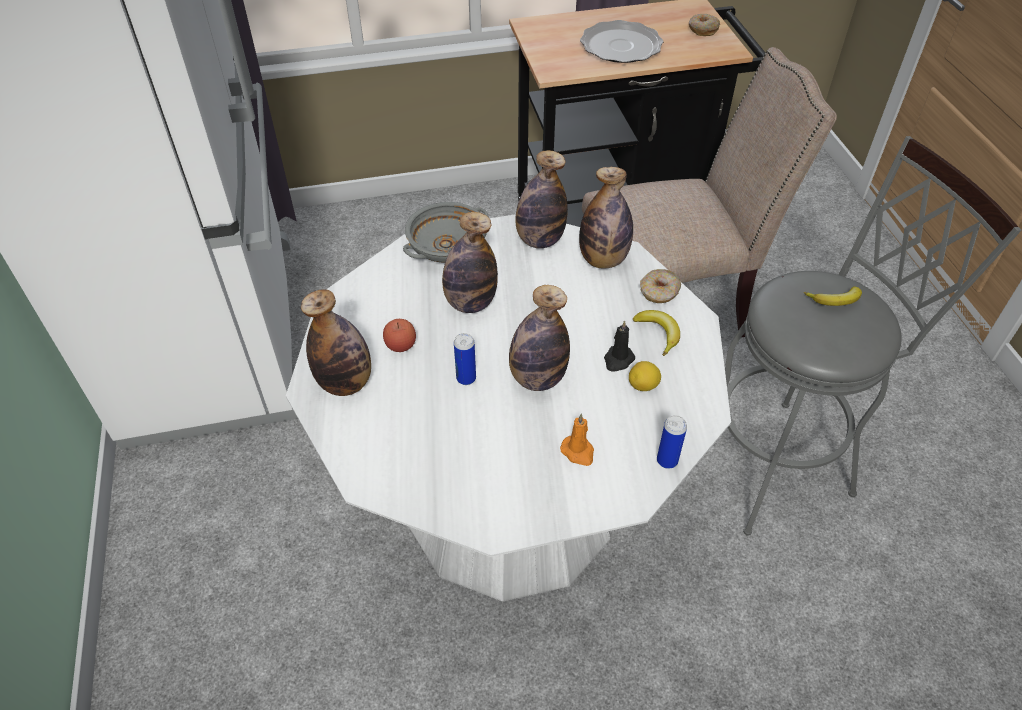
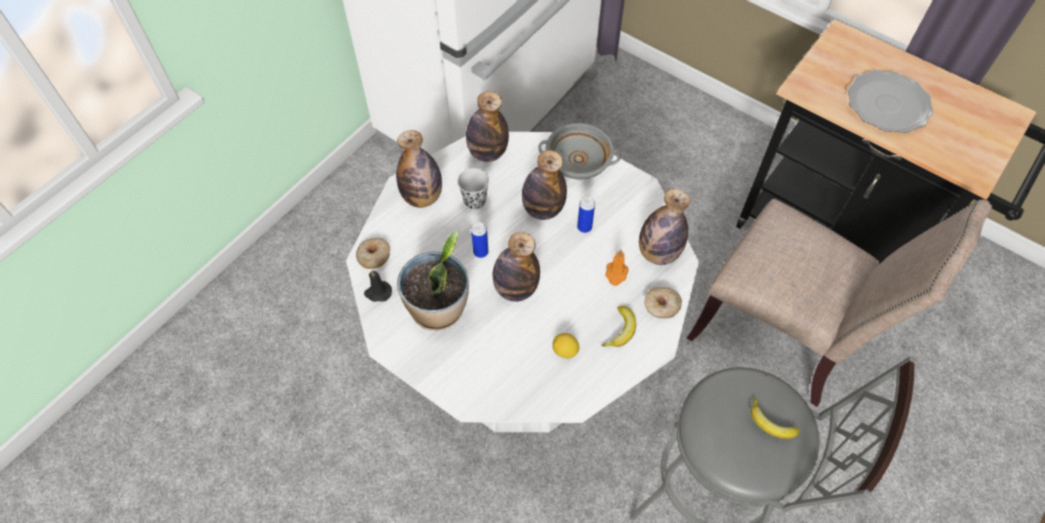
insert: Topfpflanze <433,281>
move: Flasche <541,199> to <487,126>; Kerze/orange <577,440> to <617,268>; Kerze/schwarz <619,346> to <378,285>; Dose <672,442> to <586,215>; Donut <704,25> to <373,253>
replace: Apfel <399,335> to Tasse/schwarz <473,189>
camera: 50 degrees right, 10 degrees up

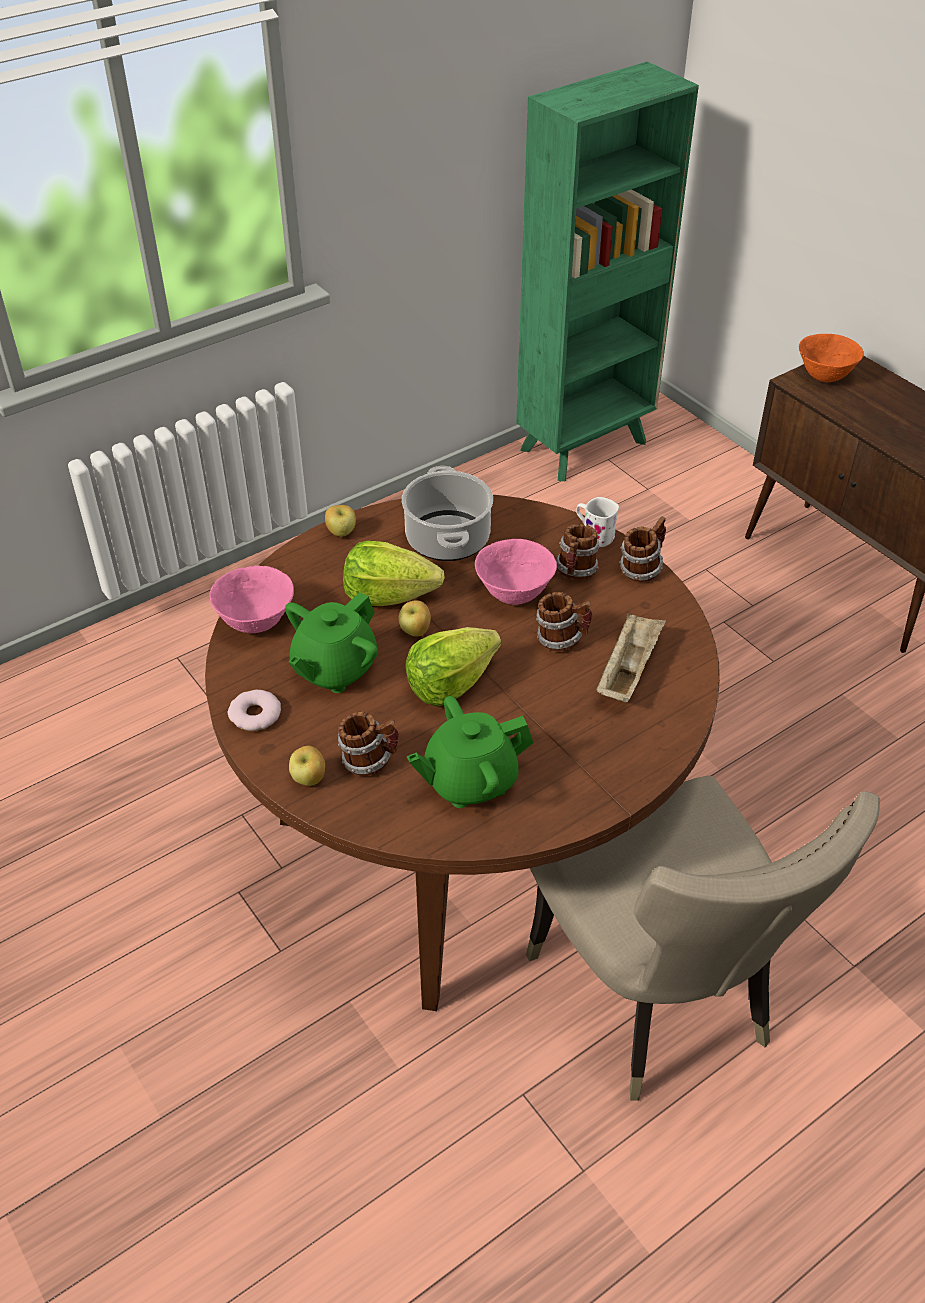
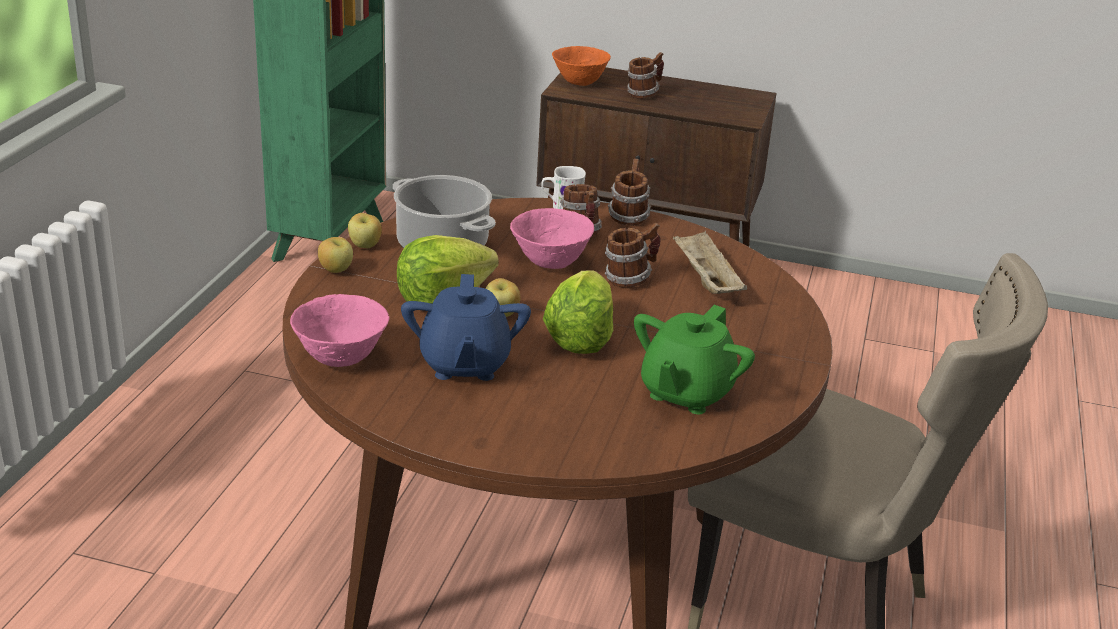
delete: Donut <254,710>
move: Apfel <307,766> to <365,230>; Henkelbecher <368,744> to <645,75>
recolor: Teekanne/grün <331,642> to Teekanne/blau <466,327>
camera: 40 degrees left, 15 degrees down

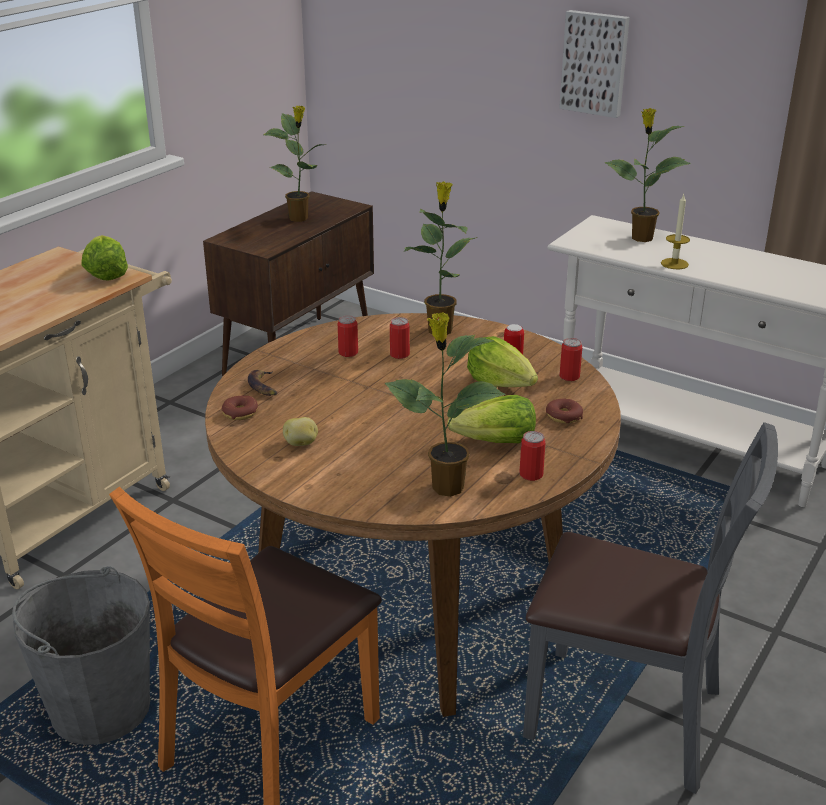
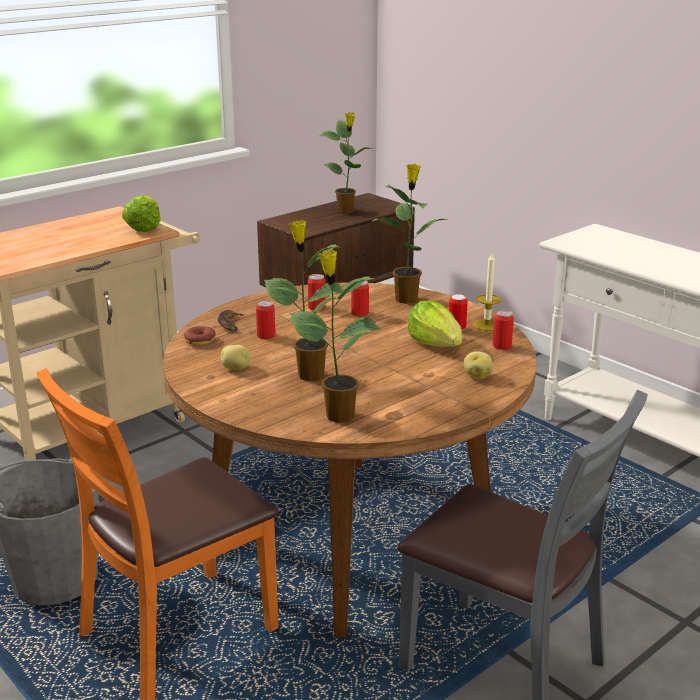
delete: Salatkopf <491,419>; Bild <594,64>
move: Dose <532,456> to <266,319>; Topfpflanze <647,175> to <303,300>; Kerze <675,232> to <487,292>
replace: Donut <564,411> to Kartoffel <478,365>
camera: 15 degrees right, 5 degrees down

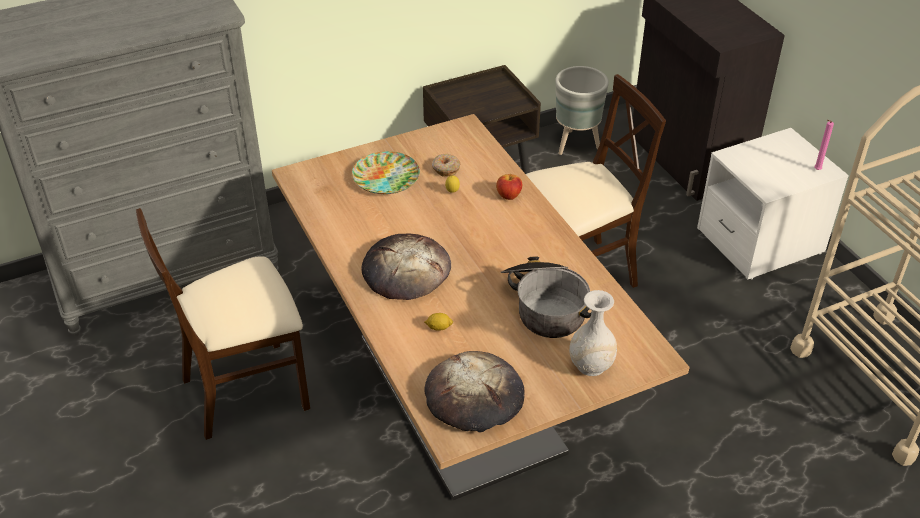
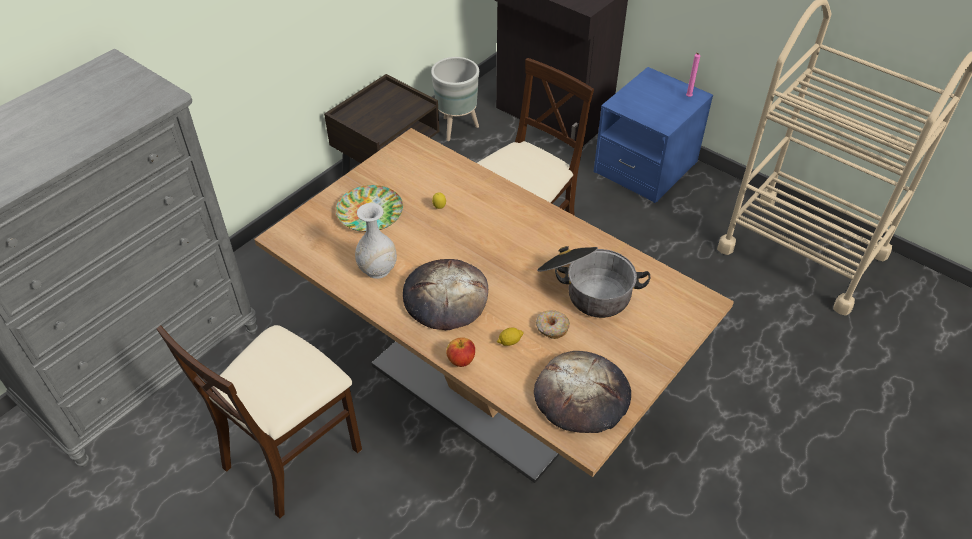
move: Donut <446,165> to <553,324>; Apfel <509,187> to <460,352>; Vase/weiß <593,333> to <376,241>
recolor: Nachttisch/weiß <773,204> to Nachttisch/blau <653,135>
camera: 25 degrees left, 5 degrees up

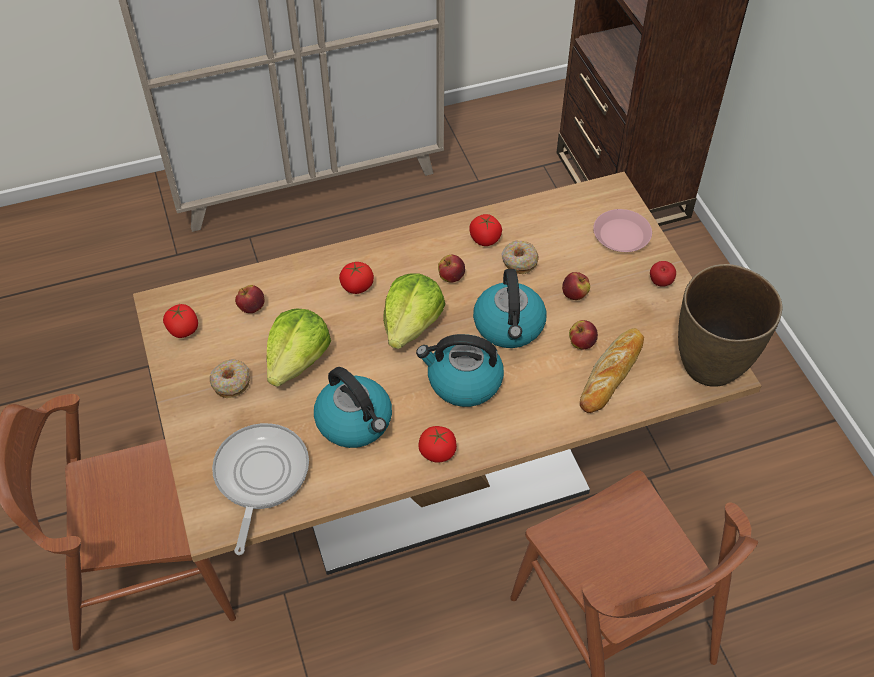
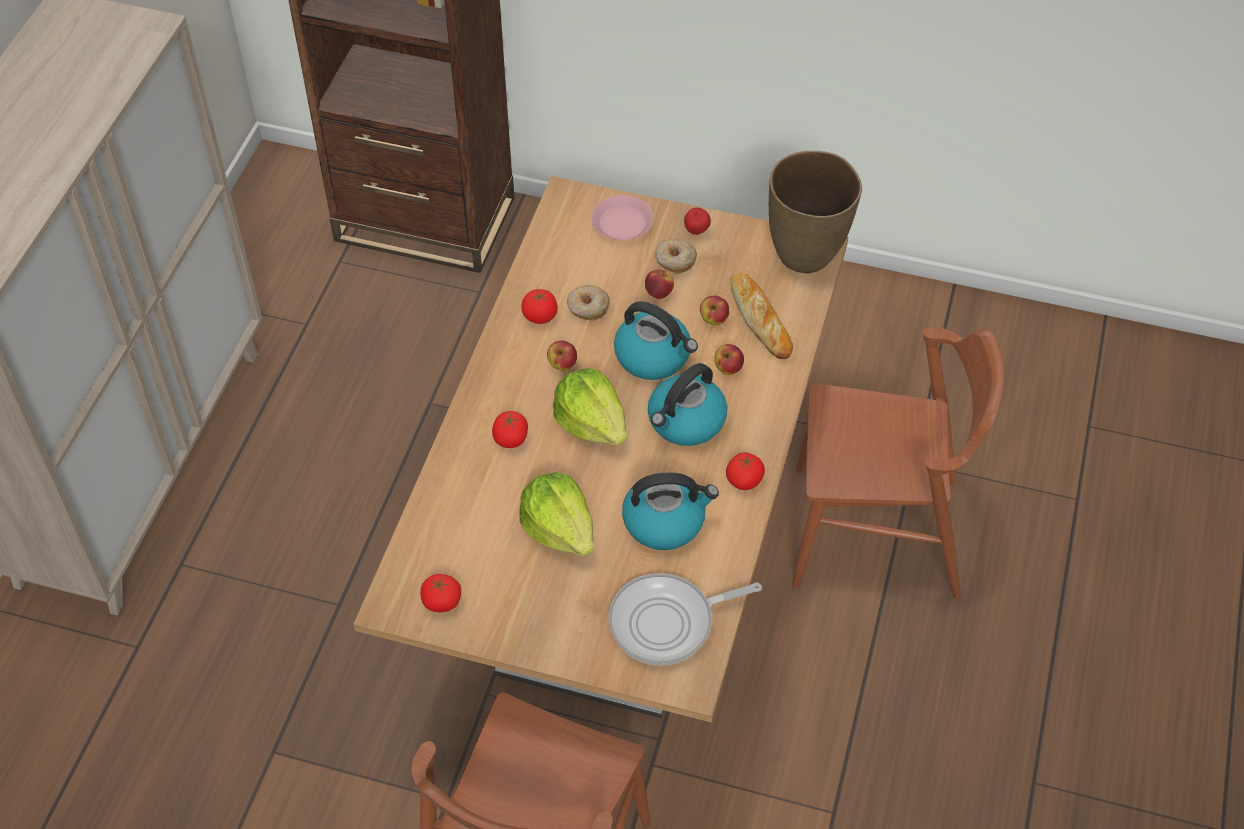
move: Donut <230,378> to <676,256>; Apfel <249,299> to <729,359>
rotate: Pfanne <260,489> = <685,619> 60 degrees counterclockwise
camera: 55 degrees left, 0 degrees up

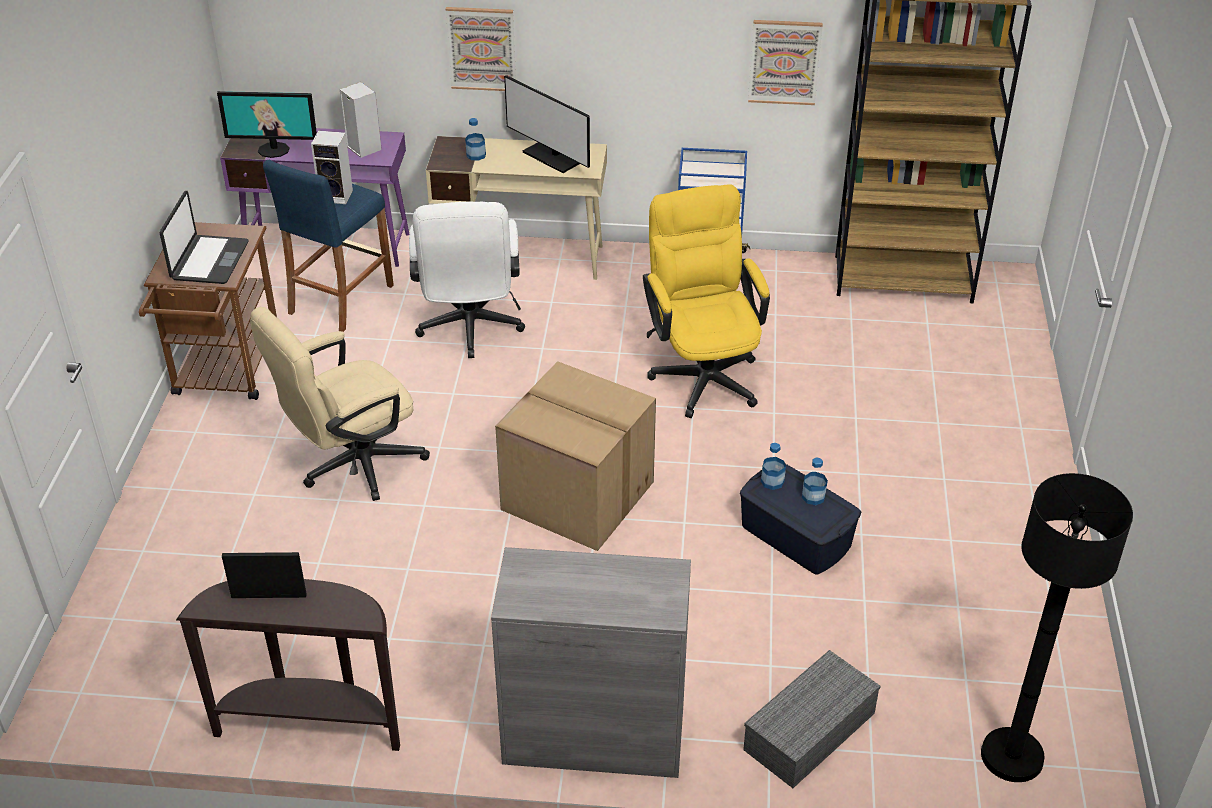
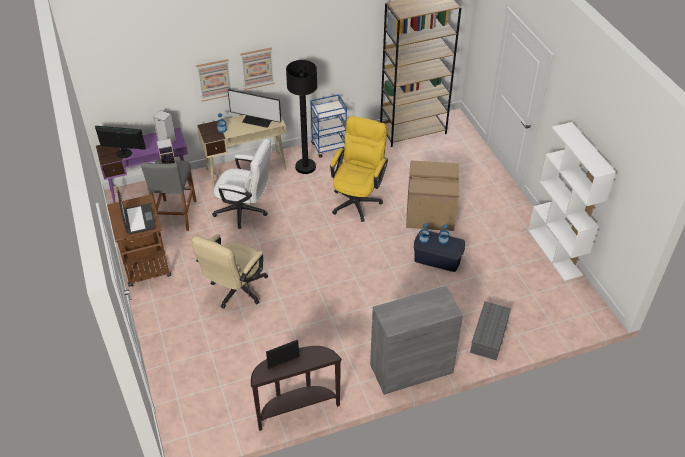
insert: Bücherregal/weiß <572,201>
move: Karton <575,456> to <432,196>; Bild <785,62> to <257,69>; Stehlampe/schwarz <1057,627> to <301,117>
recolor: Hocker/blau <328,246> to Hocker/grau <168,195>
rotate: Monitor <267,124> = <120,142> 150 degrees counterclockwise; Bürostuhl/weiß <467,280> = <242,184> 45 degrees counterclockwise; Bürostuhl/gelb <706,301> = <359,169> 60 degrees clockwise
camera: 25 degrees left, 5 degrees up

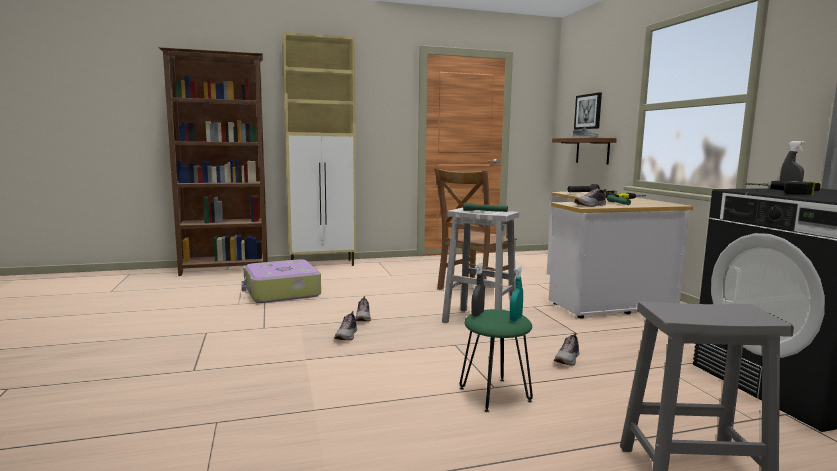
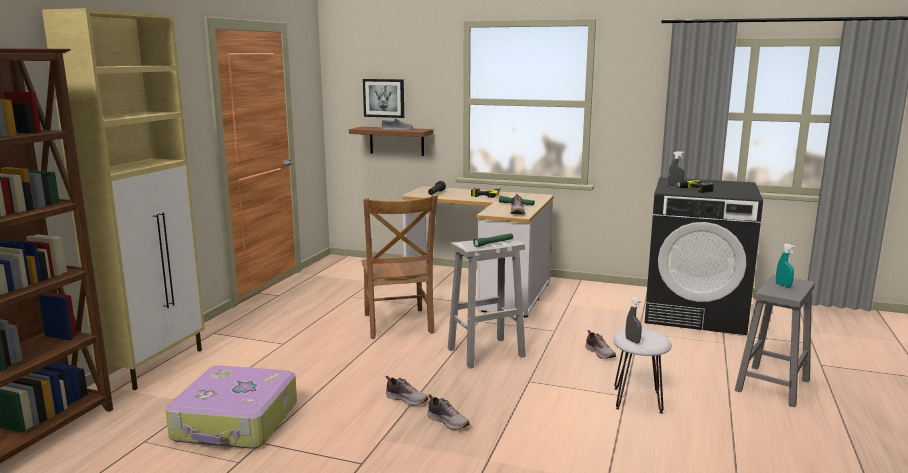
move: Sprühflasche/türkis <516,293> to <785,265>
recolor: Hocker/grün <496,360> to Hocker/weiß <642,371>
camera: 55 degrees left, 5 degrees up

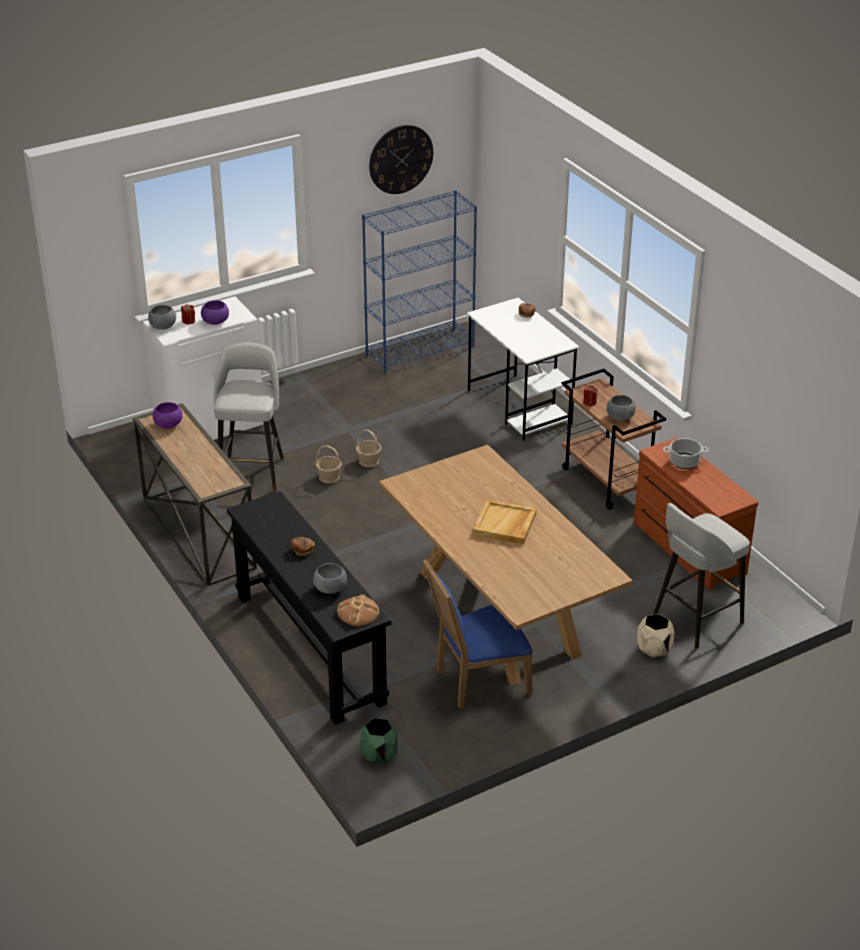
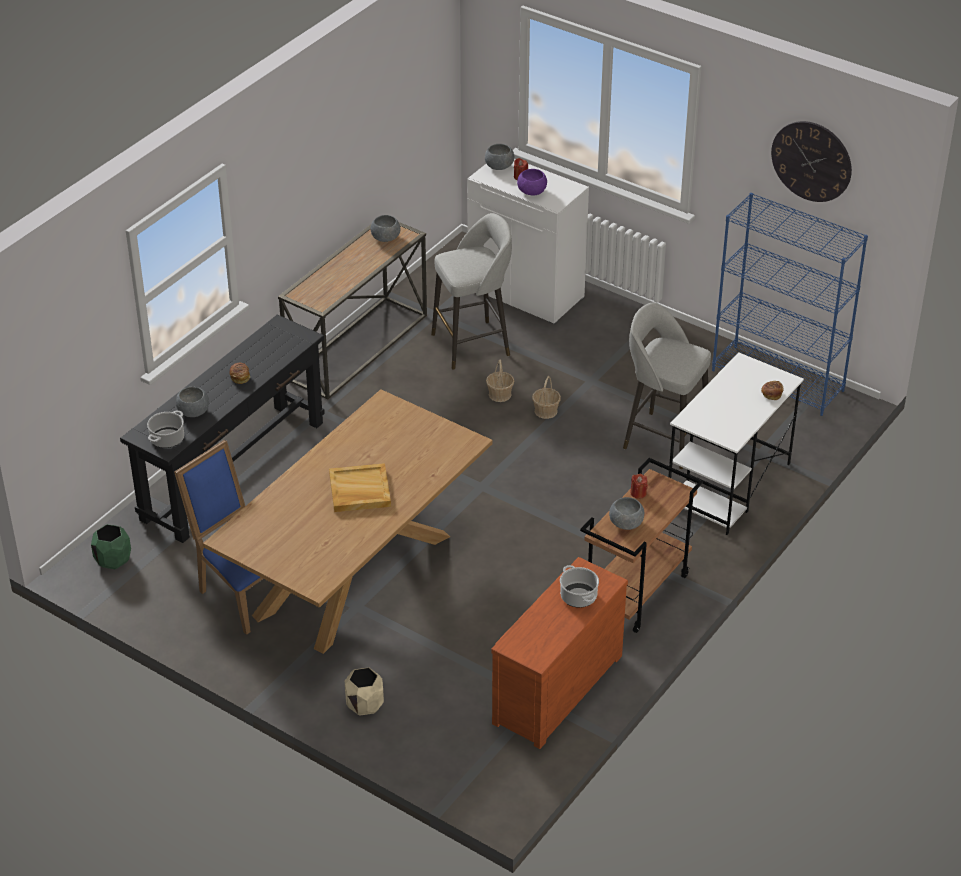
move: Hocker/grau <701,576> to <667,385>
replace: Brot <358,610> to Kochtopf <165,429>
recolor: Schüssel/lila <167,415> to Schüssel/grau <385,228>
camera: 65 degrees right, 5 degrees up

